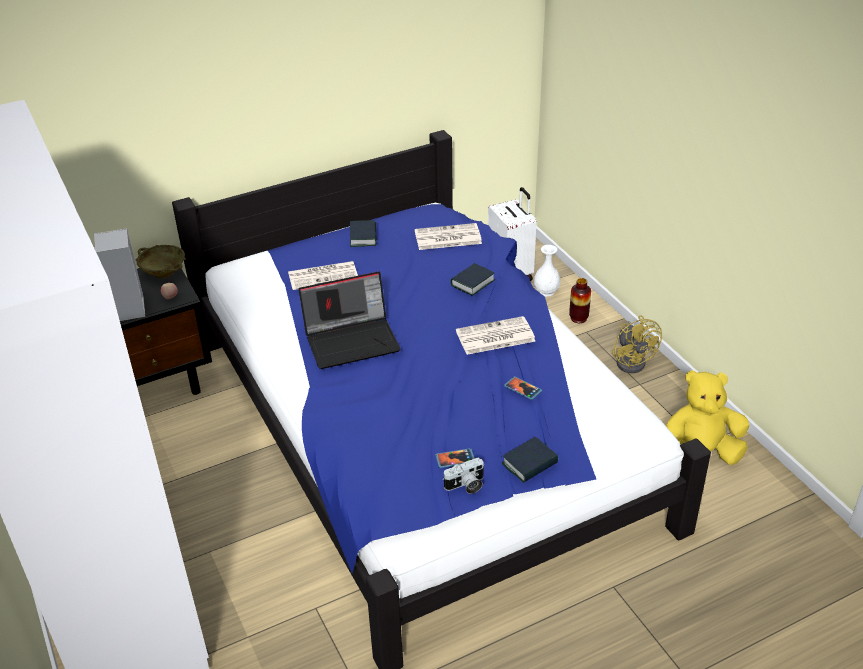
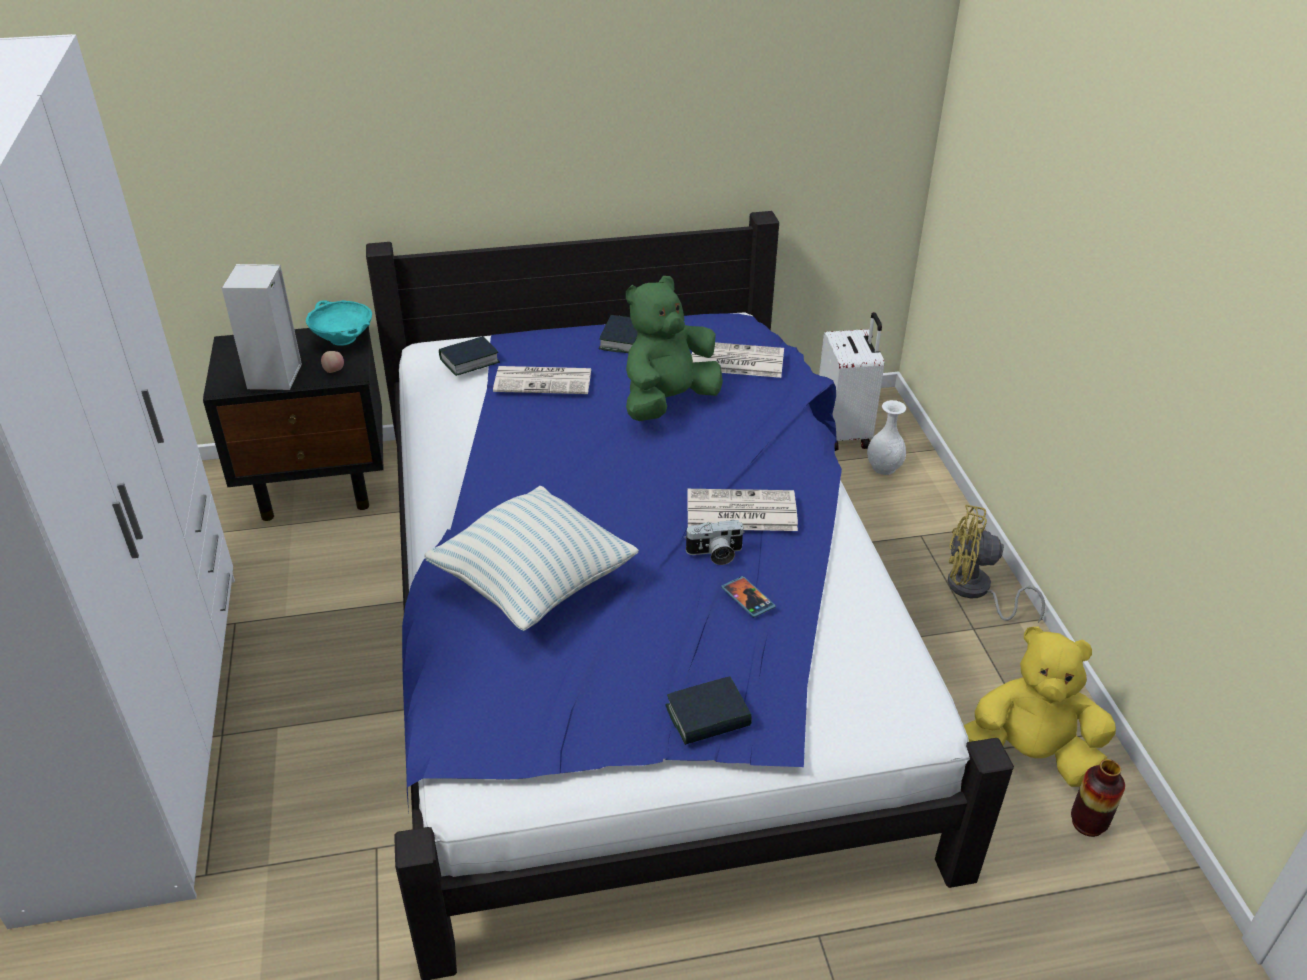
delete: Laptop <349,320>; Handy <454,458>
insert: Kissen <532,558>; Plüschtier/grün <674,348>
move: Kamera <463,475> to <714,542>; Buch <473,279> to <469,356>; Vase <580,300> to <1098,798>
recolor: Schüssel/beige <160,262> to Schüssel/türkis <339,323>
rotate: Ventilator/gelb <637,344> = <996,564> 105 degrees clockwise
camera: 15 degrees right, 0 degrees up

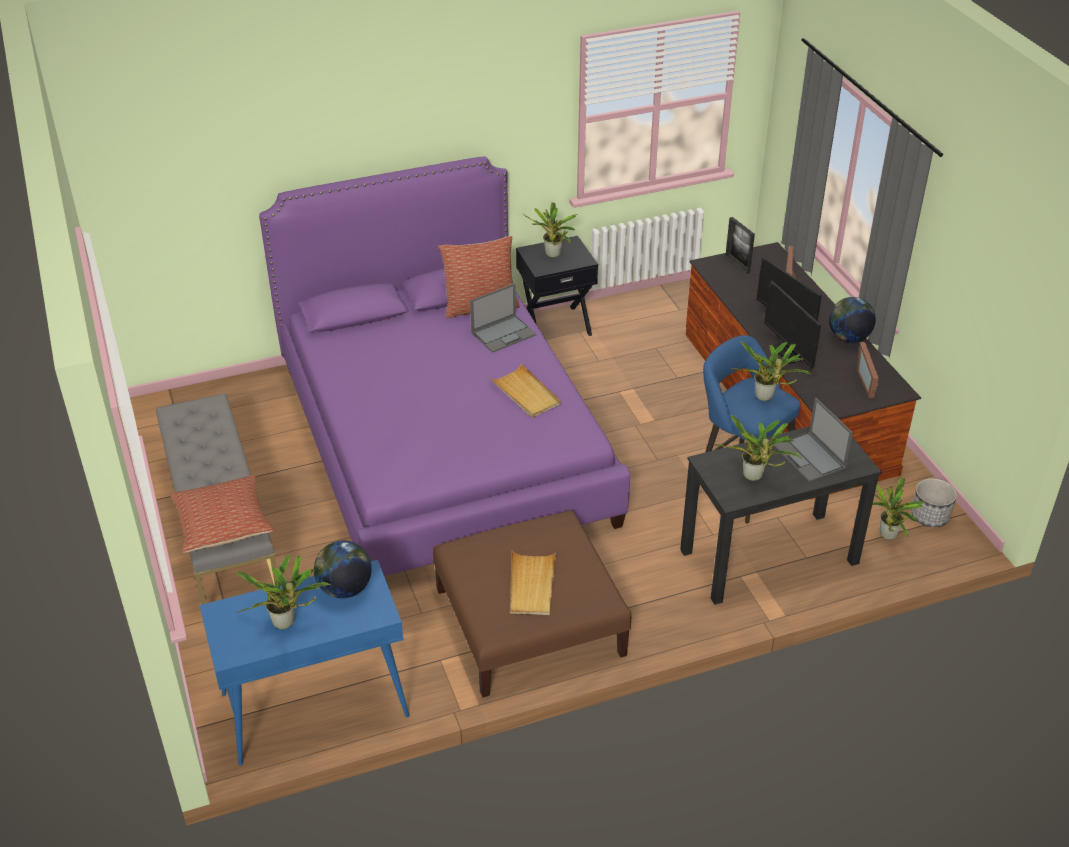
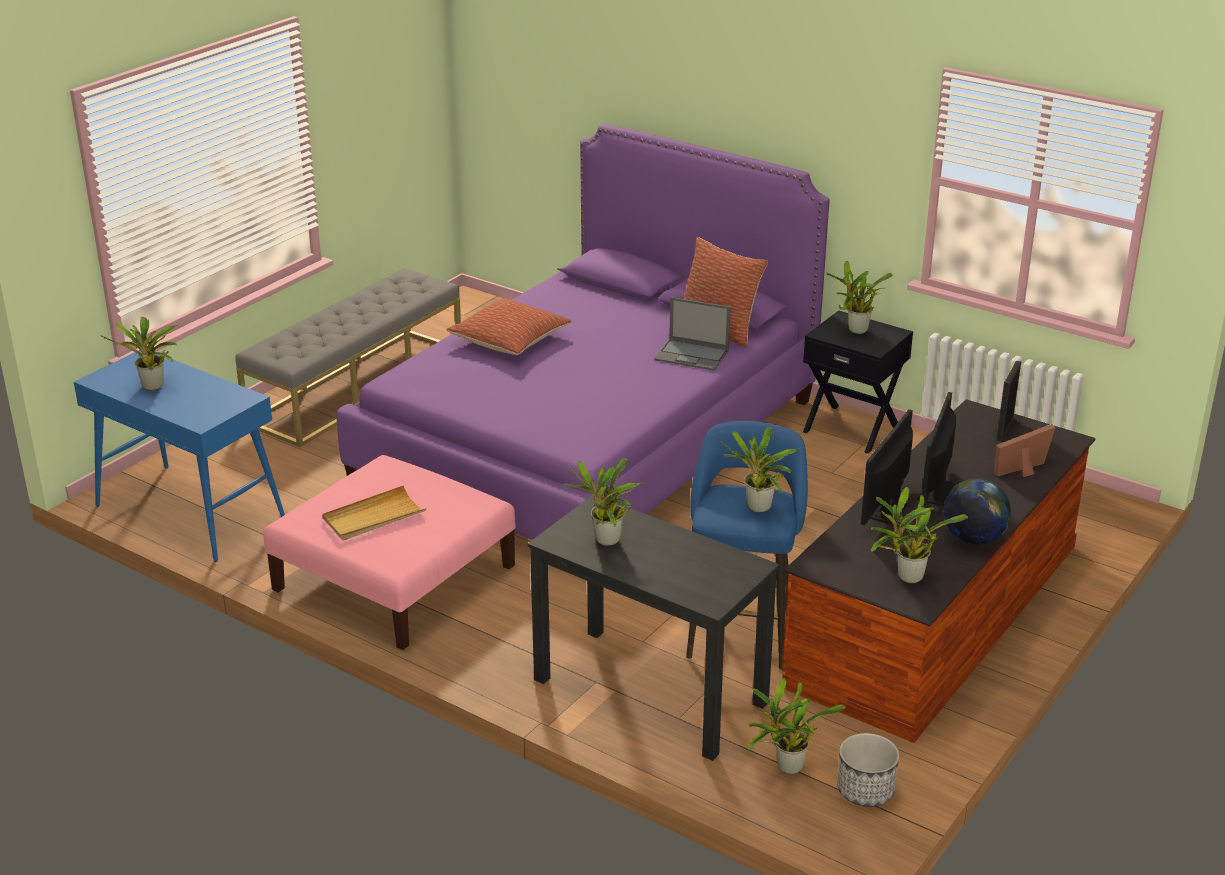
delete: Globus <343,569>; Tablett/beige <525,391>; Laptop <813,440>
move: Kissen <221,514> to <508,326>
replace: Bilderrahmen <868,370> to Topfpflanze <919,535>
recolor: Polsterhocker/braun <532,603> to Polsterhocker/rosa <389,552>
camera: 55 degrees right, 10 degrees down

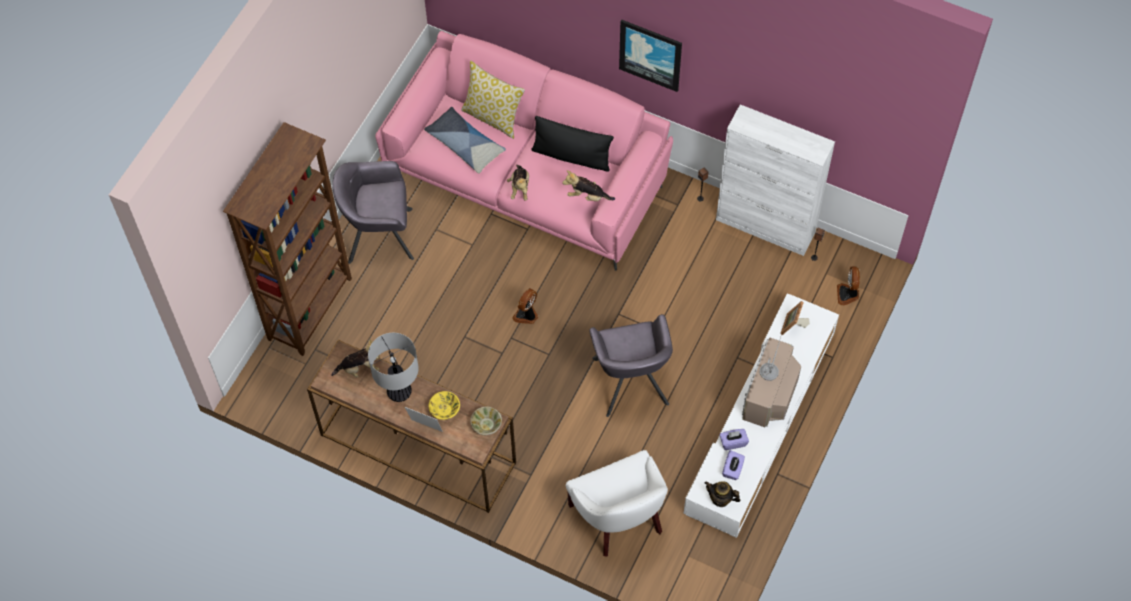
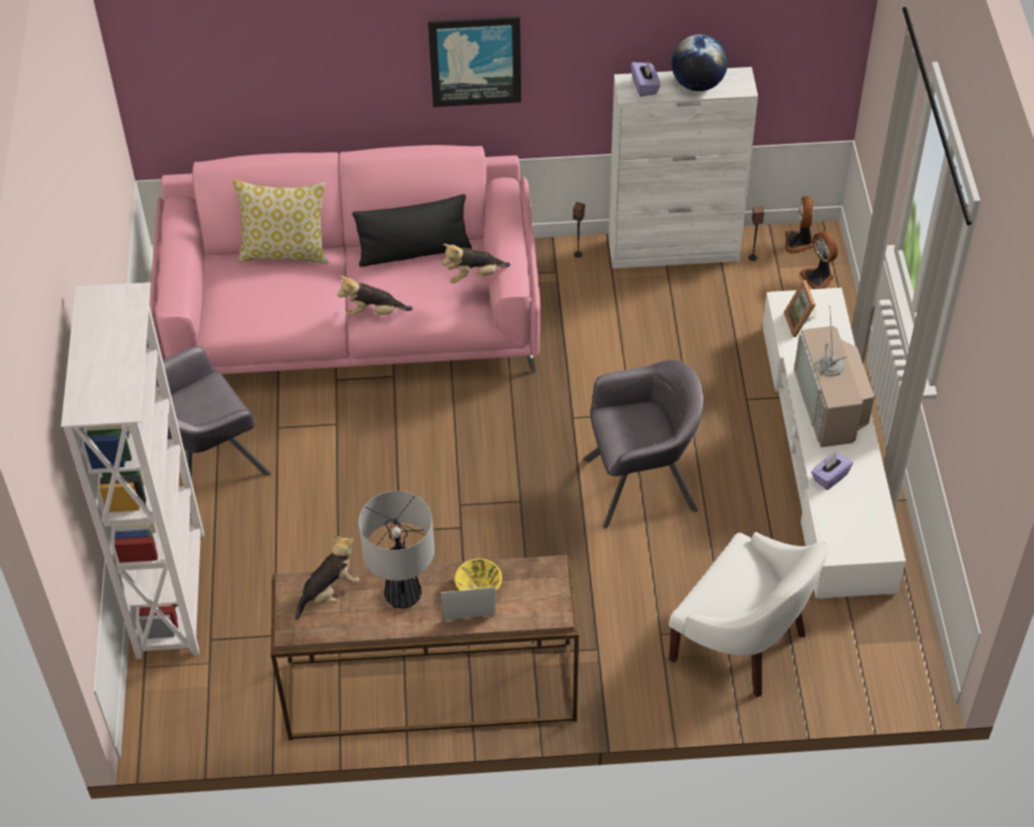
delete: Kissen <465,140>; Schüssel/beige <486,420>; Teekanne <722,494>
insert: Globus <699,62>
move: Ventilator <525,306> to <800,225>; Taschentuchbox/lila <733,465> to <645,78>
recolor: Bücherregal/braun <287,239> to Bücherregal/weiß <132,470>
rotate: Plüschtier <518,183> = <375,296> 120 degrees clockwise; Sessel/grau <631,365> = <643,444> 60 degrees counterclockwise
camera: 30 degrees left, 10 degrees down

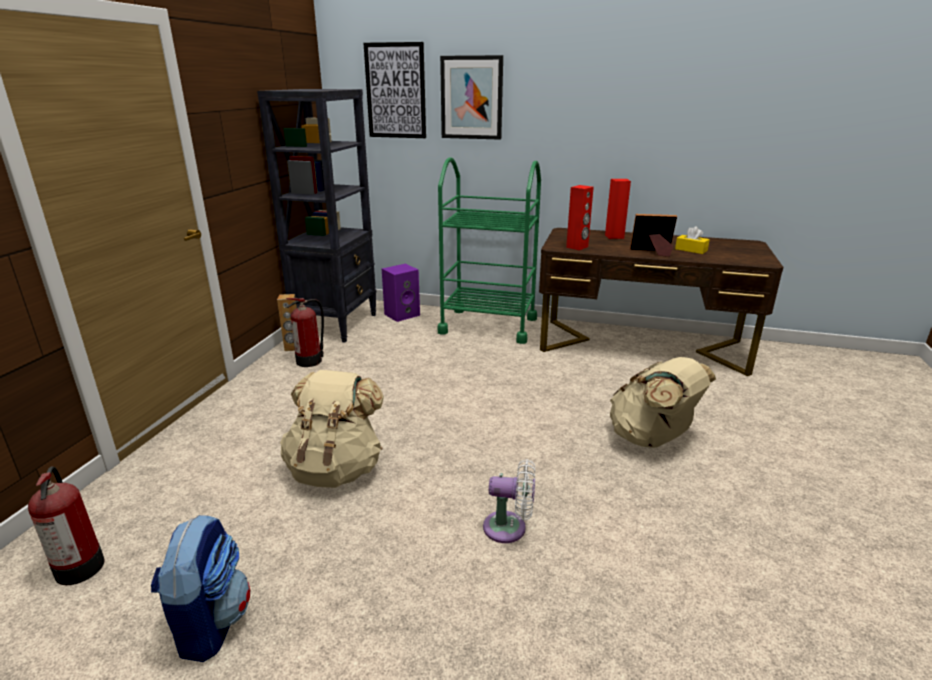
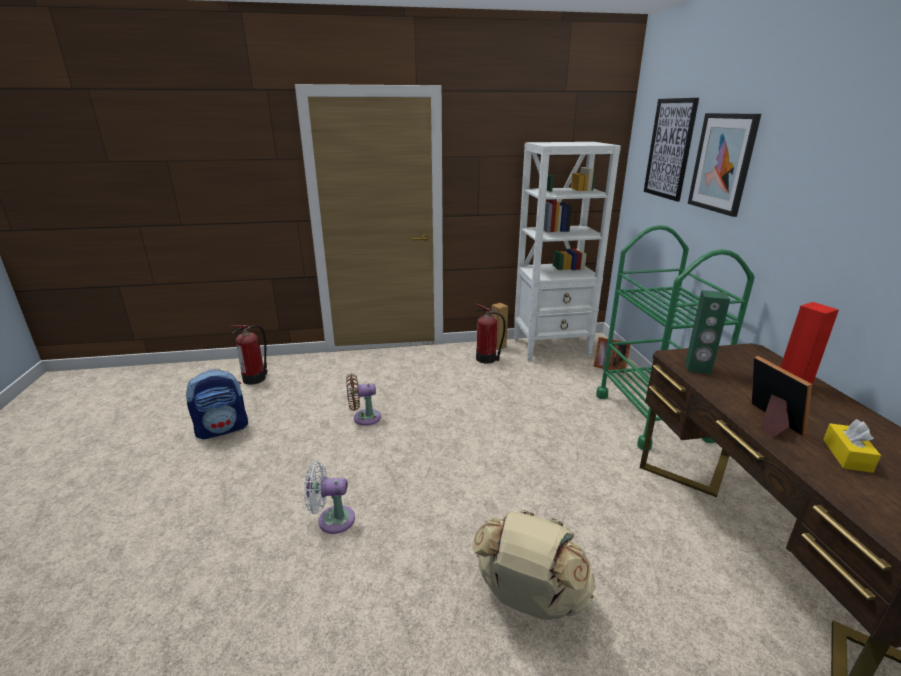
replace: Rucksack/beige <332,429> to Ventilator/braun <363,399>; Lautsprecher/lila <401,293> to Bilderrahmen <612,355>
recolor: Bücherregal/schwarz <317,215> to Bücherregal/weiß <567,251>; Lautsprecher/rot <580,217> to Lautsprecher/grün <707,332>
rotate: Ventilator/weiß <509,501> = <329,498> 105 degrees clockwise
camera: 65 degrees right, 0 degrees up

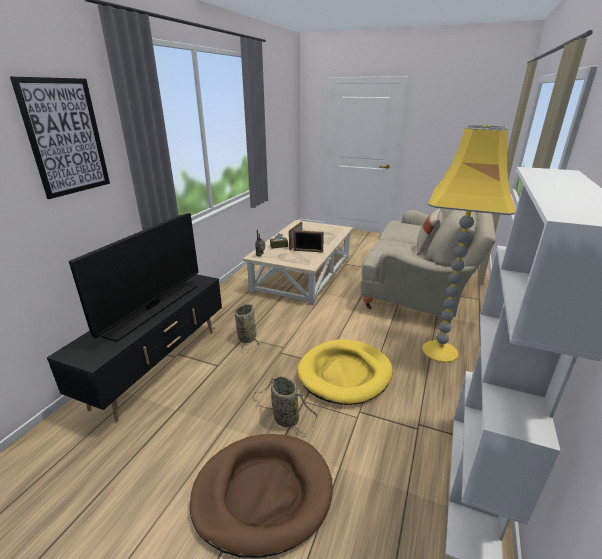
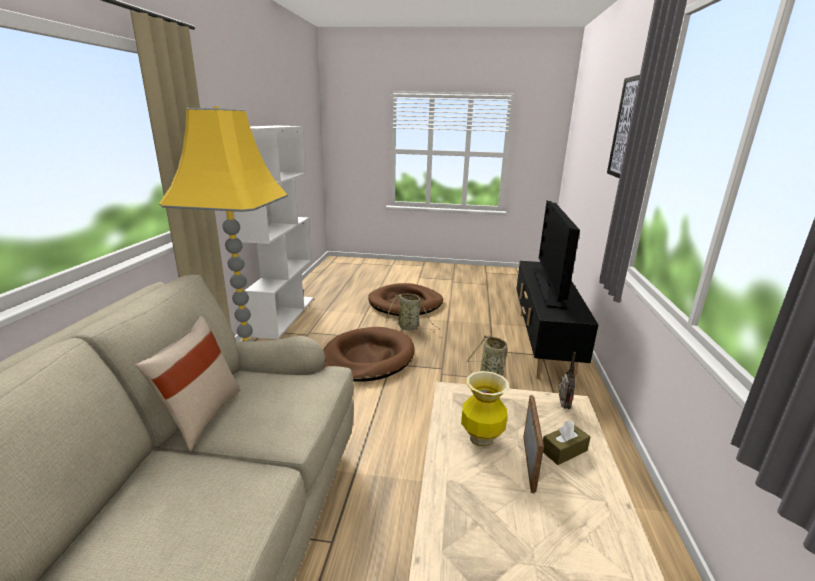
replace: Bilderrahmen <309,241> to Vase <485,409>
recolor: Hundebett/gelb <345,372> to Hundebett/braun <368,354>
camera: 165 degrees right, 5 degrees down

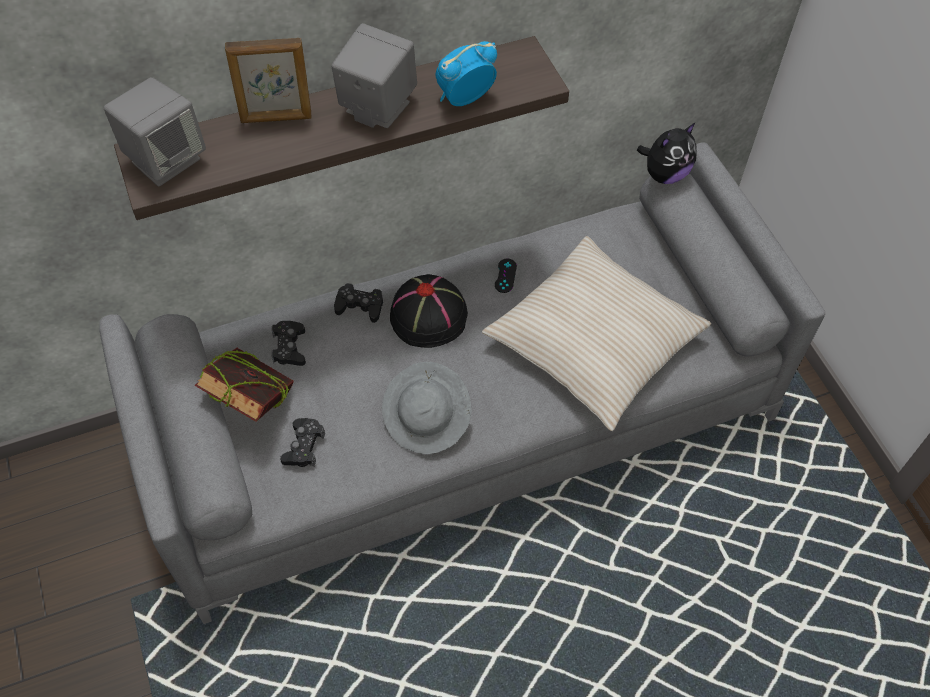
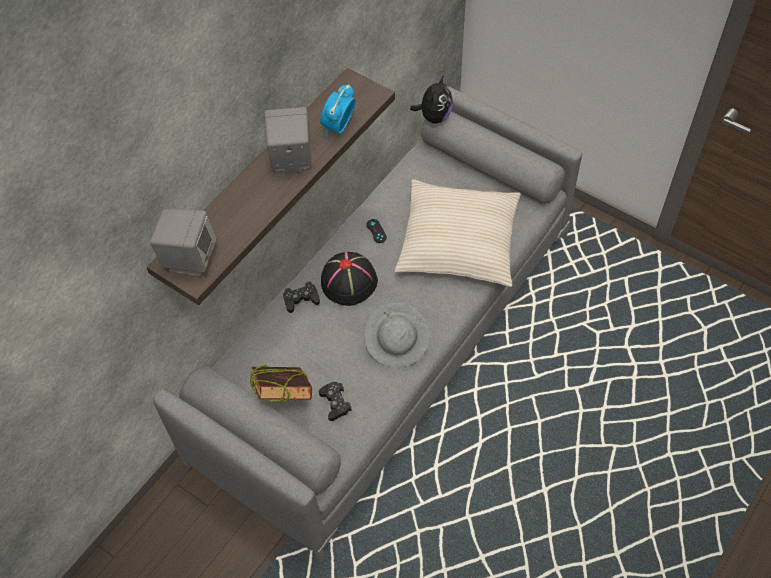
delete: Bilderrahmen <268,80>; Gamepad/schwarz <289,343>
camera: 30 degrees left, 0 degrees up

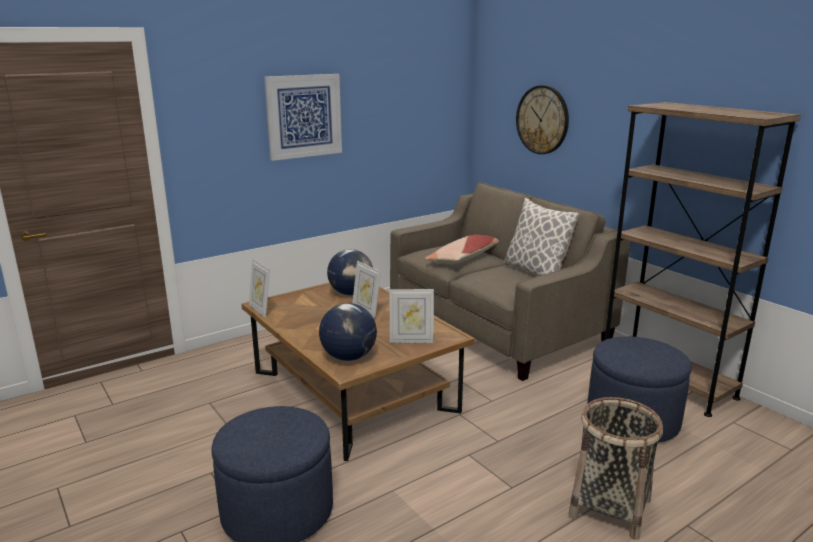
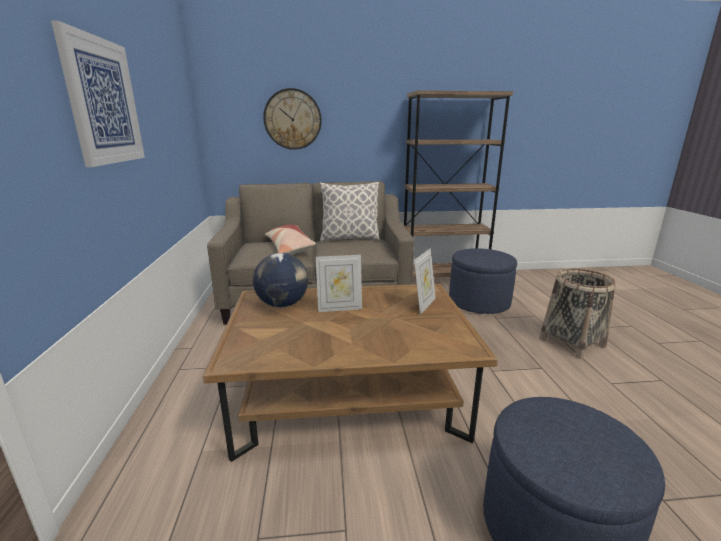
delete: Bilderrahmen <259,288>; Globus <348,332>
camera: 60 degrees left, 0 degrees up

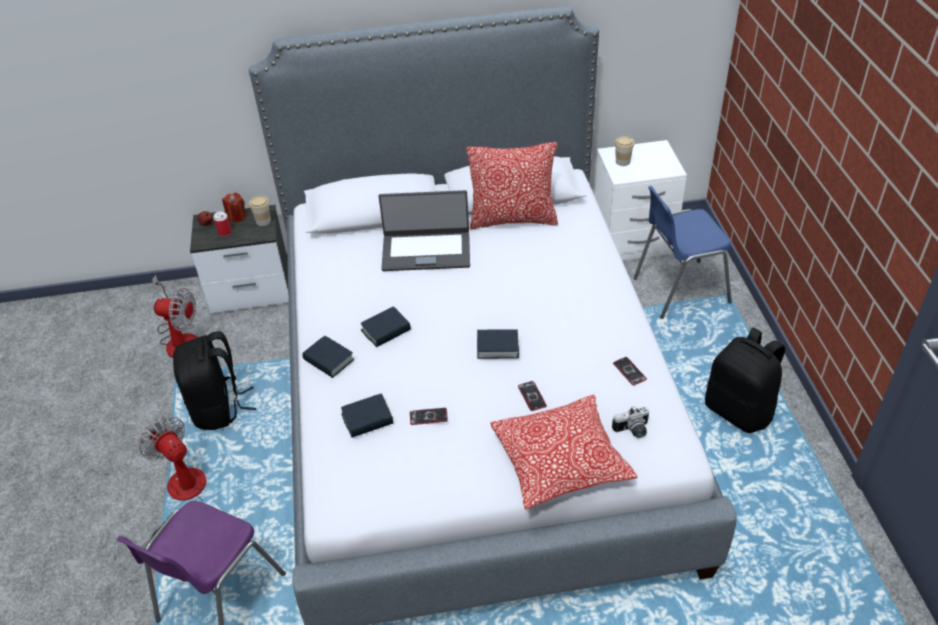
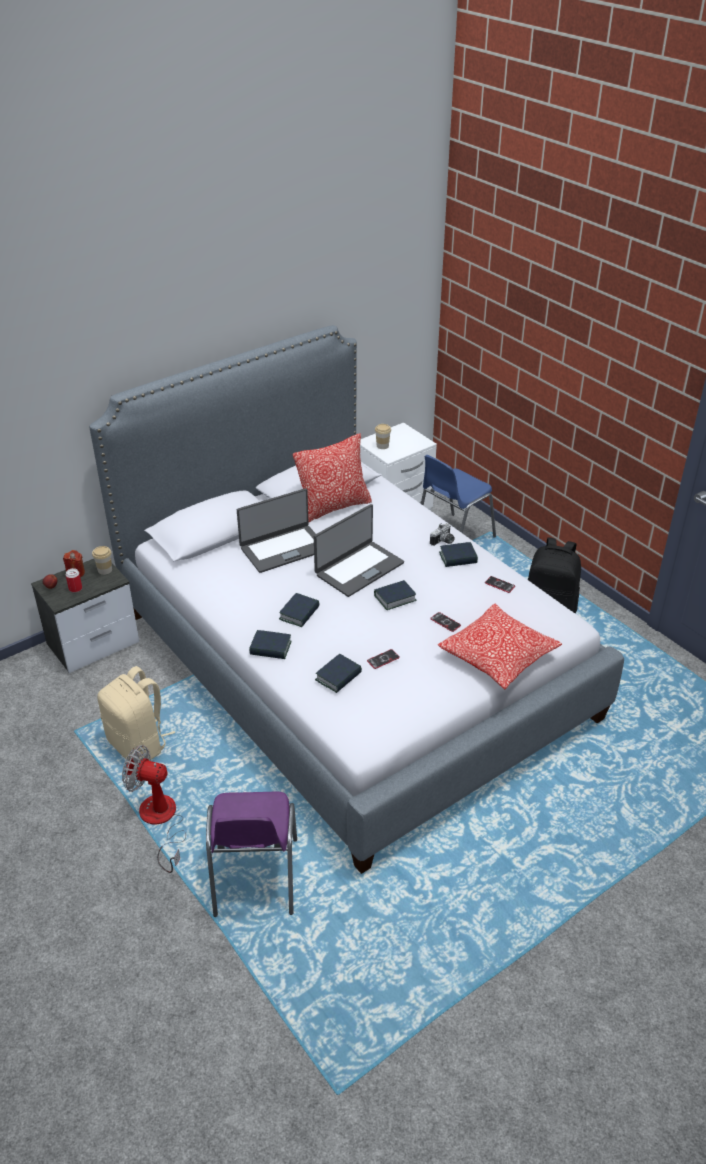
delete: Ventilator <175,316>
insert: Laptop <359,550>; Buch <458,554>
move: Kamera <631,422> to <442,534>
recolor: Rucksack/schwarz <214,380> to Rucksack/beige <136,713>
camera: 30 degrees left, 5 degrees down

